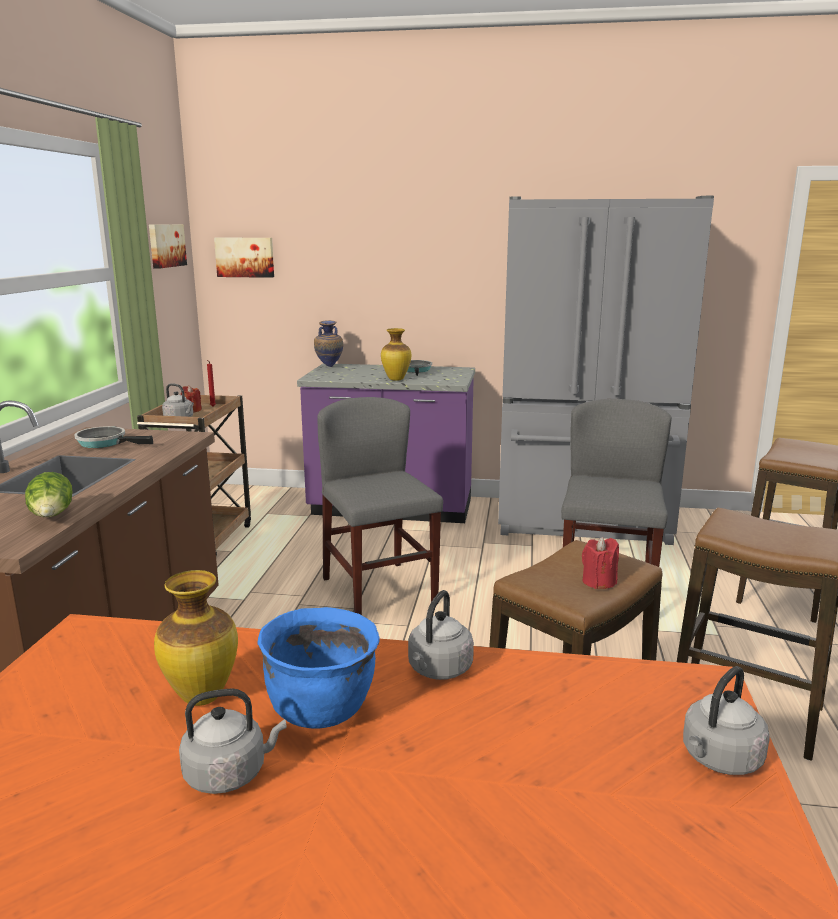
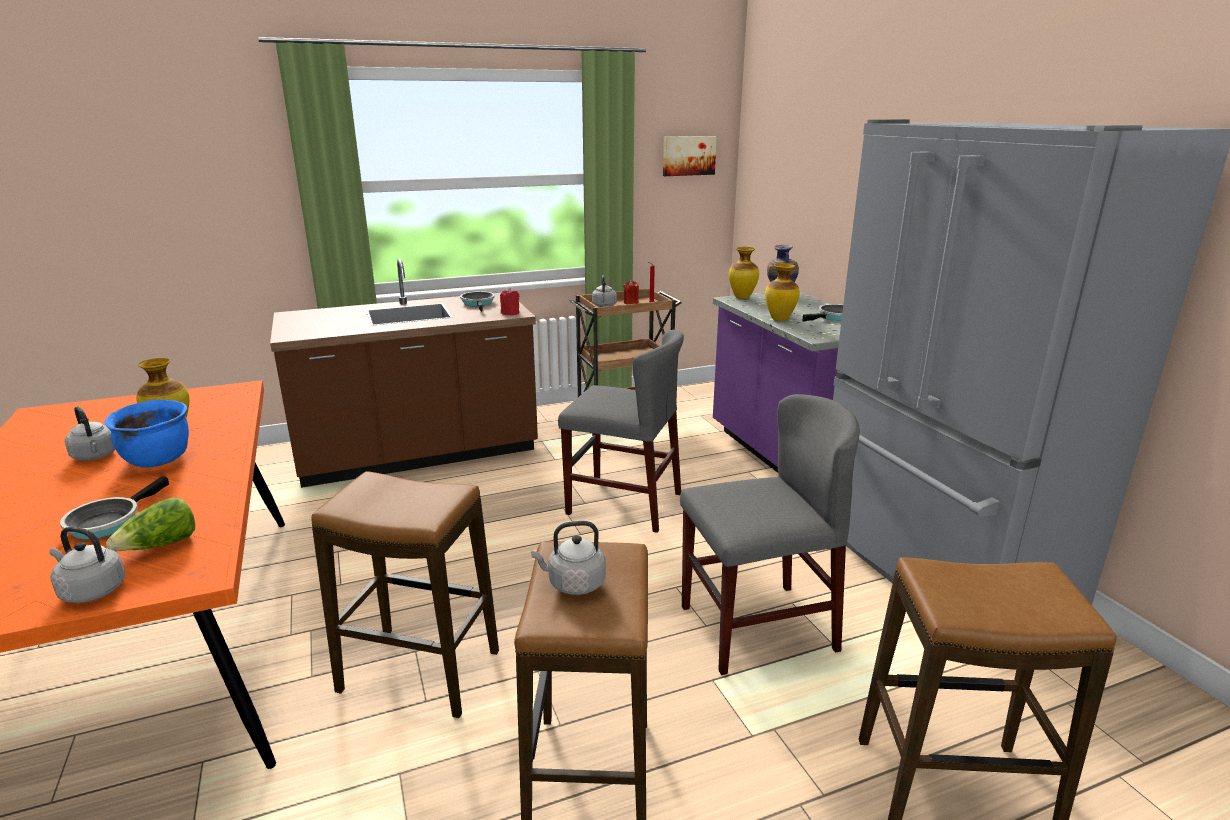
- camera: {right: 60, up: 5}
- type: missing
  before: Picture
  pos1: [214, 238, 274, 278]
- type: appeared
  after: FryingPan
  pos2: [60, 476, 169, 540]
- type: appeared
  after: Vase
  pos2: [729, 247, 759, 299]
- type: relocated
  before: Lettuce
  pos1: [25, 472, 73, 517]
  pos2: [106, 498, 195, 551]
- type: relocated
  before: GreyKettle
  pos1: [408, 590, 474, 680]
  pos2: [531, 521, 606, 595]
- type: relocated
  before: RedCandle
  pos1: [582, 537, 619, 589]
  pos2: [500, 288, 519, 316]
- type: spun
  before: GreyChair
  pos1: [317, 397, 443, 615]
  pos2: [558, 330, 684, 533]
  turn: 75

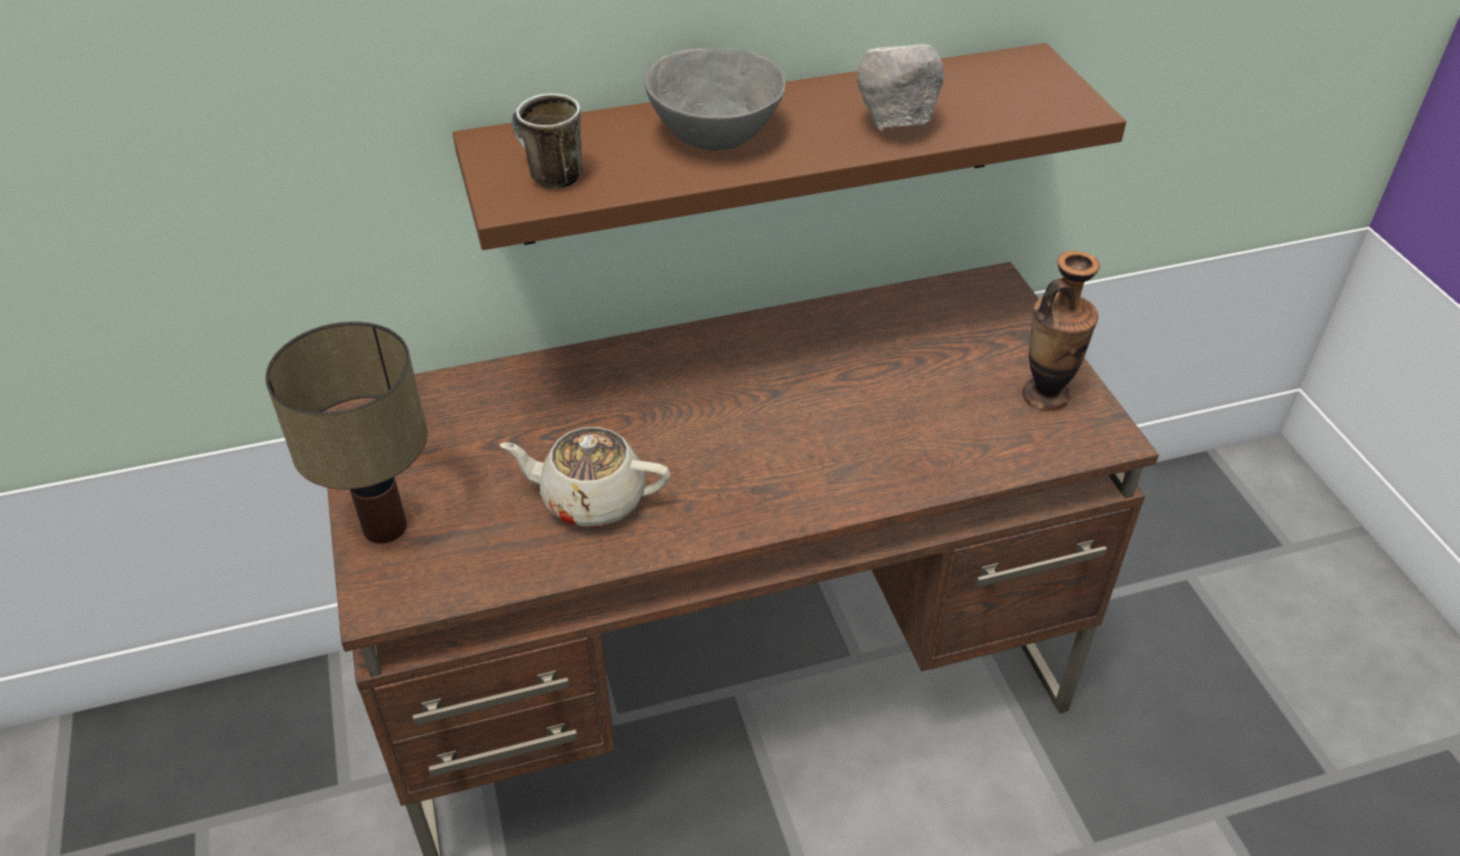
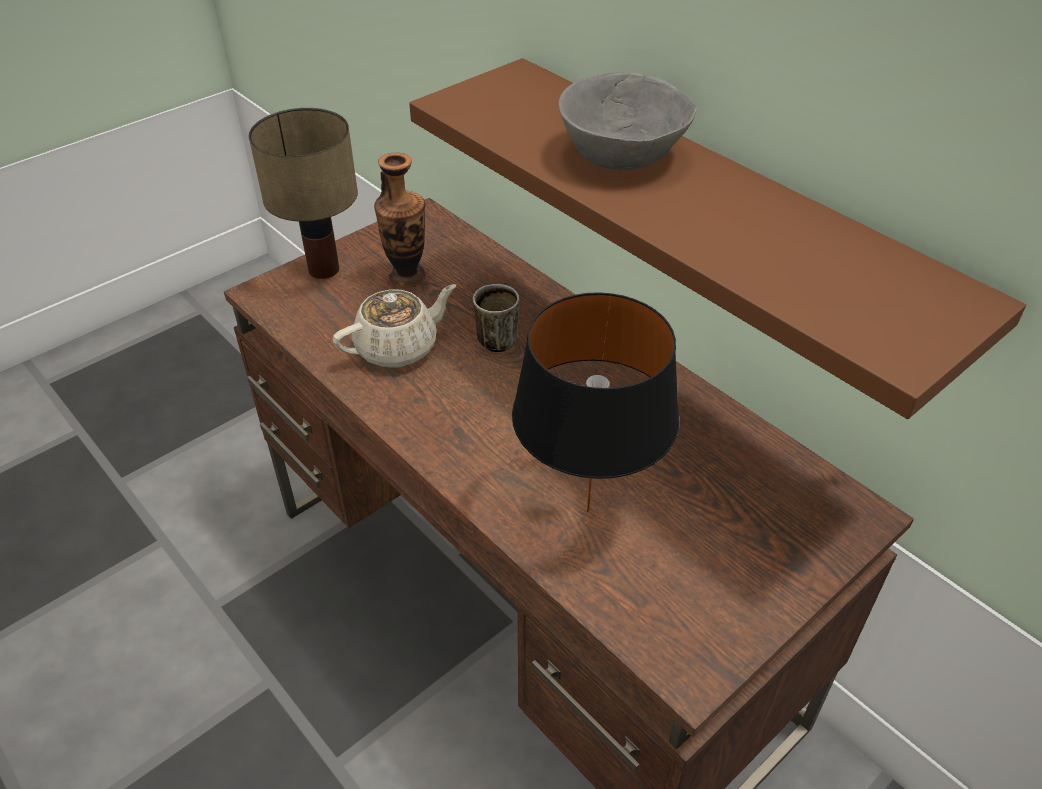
- camera: {right: 65, up: 0}
- type: missing
  before: GreyBowl
  pos1: [857, 44, 944, 131]
- type: appeared
  after: BlackTableLamp
  pos2: [512, 292, 679, 512]
- type: relocated
  before: Mug
  pos1: [512, 93, 582, 189]
  pos2: [473, 284, 520, 353]
- type: relocated
  before: Vase
  pos1: [1022, 251, 1100, 411]
  pos2: [374, 153, 426, 288]
- type: spun
  before: BeigeTeapot
  pos1: [499, 427, 670, 527]
  pos2: [333, 284, 456, 368]
  turn: 75

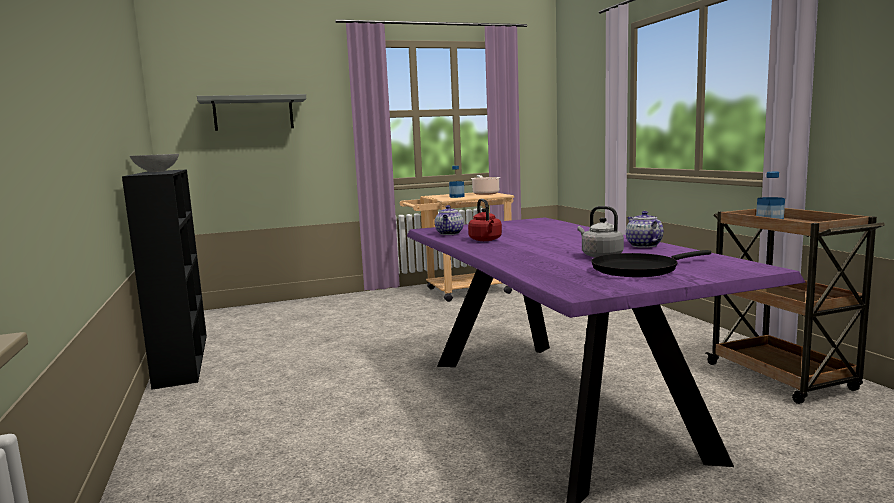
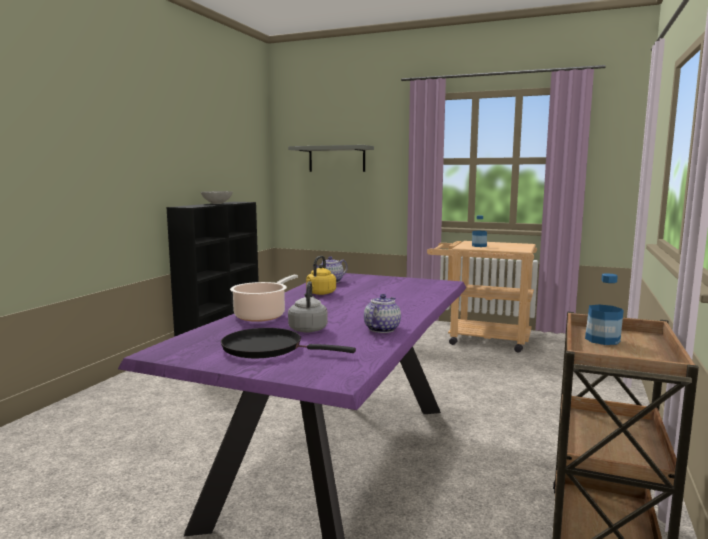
- camera: {right: 40, up: 0}
- type: relocated
  before: CookingPot
  pos1: [471, 175, 500, 195]
  pos2: [230, 275, 298, 322]
- type: colour
  before: RedKettle
  after: YellowKettle
  pos1: [468, 199, 502, 241]
  pos2: [306, 256, 336, 295]

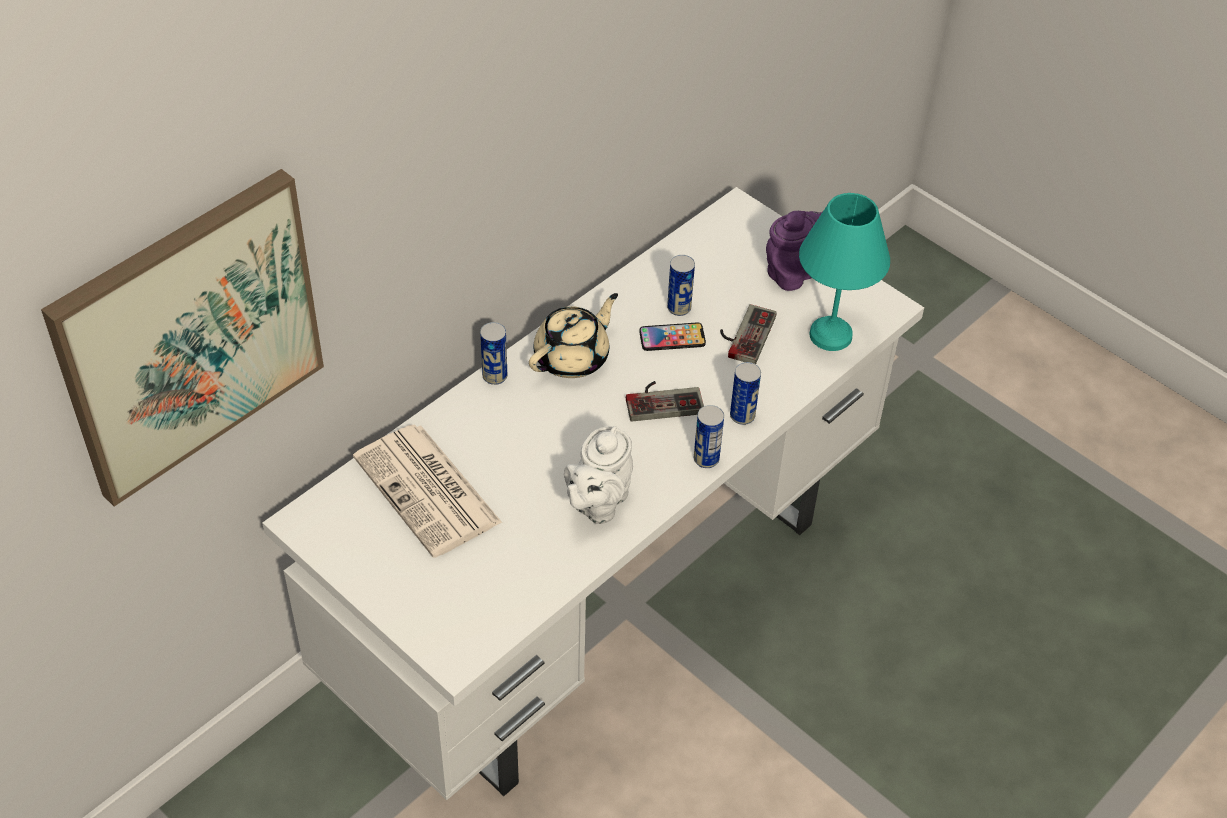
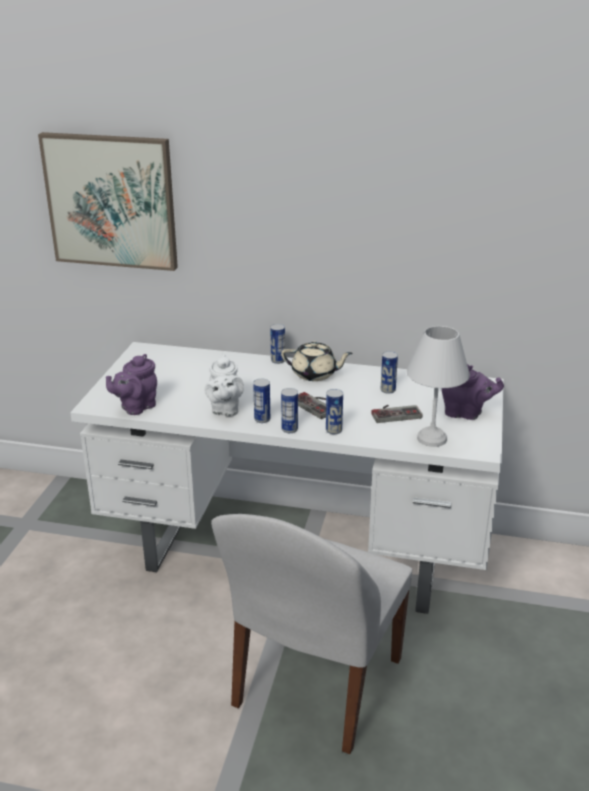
- camera: {right: 60, up: -20}
- type: missing
  before: Newspaper
  pos1: [353, 424, 502, 558]
- type: missing
  before: Phone
  pos1: [639, 323, 706, 351]
- type: appeared
  after: PurpleTeapot
  pos2: [106, 354, 157, 415]
- type: appeared
  after: WhiteChair
  pos2: [211, 514, 412, 754]
- type: appeared
  after: Can
  pos2: [253, 379, 270, 423]
- type: colour
  before: TurquoiseTableLamp
  after: WhiteTableLamp
  pos1: [799, 193, 890, 351]
  pos2: [407, 326, 470, 447]
- type: spun
  before: WhiteTeapot
  pos1: [564, 426, 633, 524]
  pos2: [204, 354, 244, 416]
  turn: -90

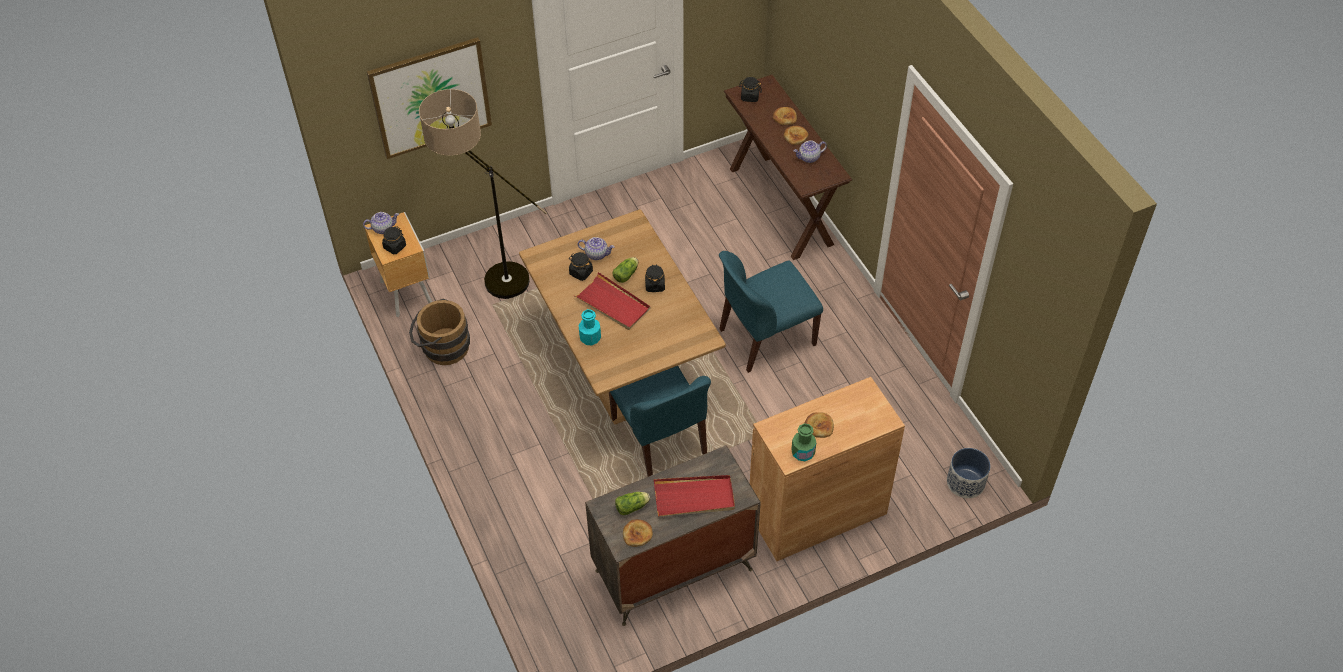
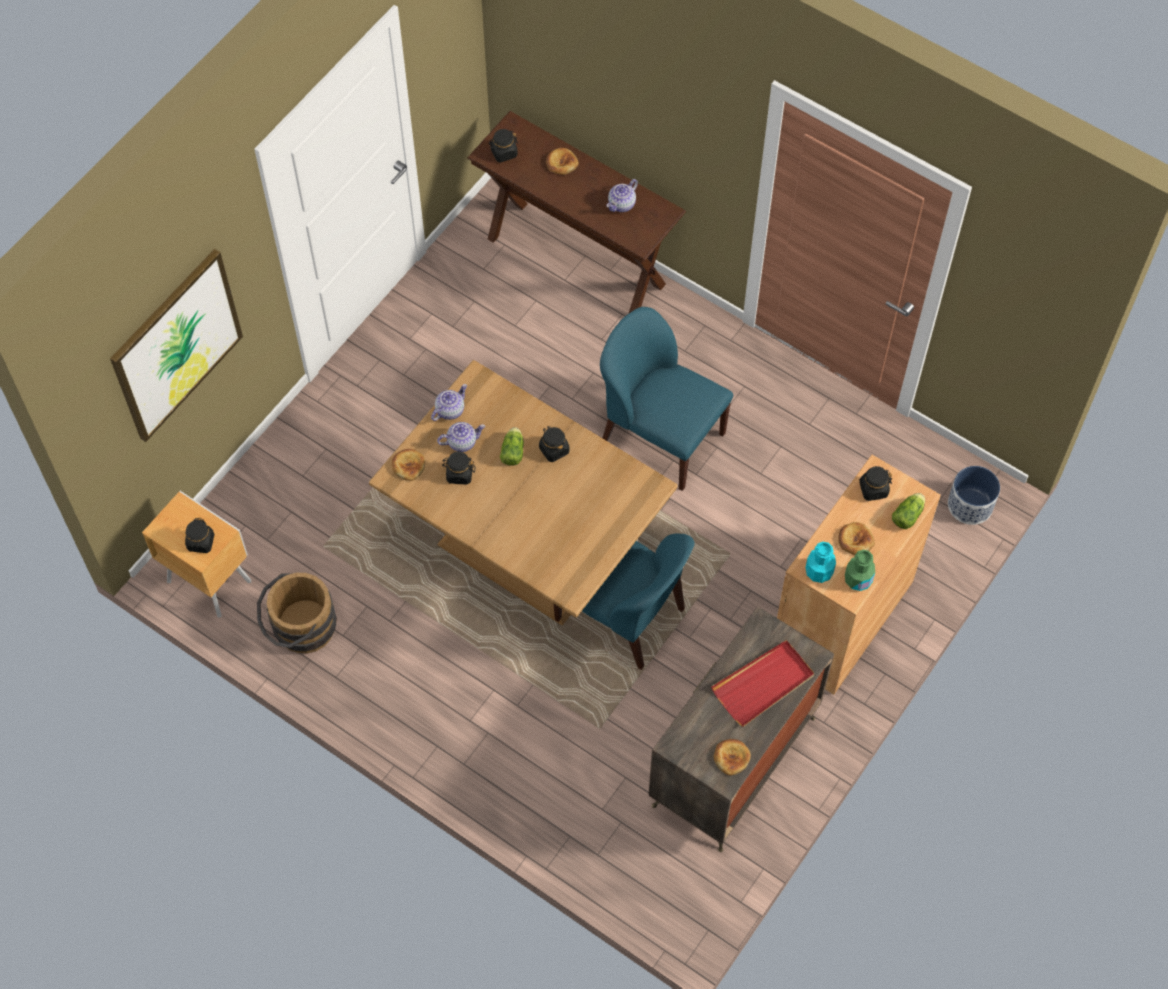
- camera: {right: -30, up: 10}
- type: missing
  before: FloorLamp
  pos1: [419, 89, 547, 299]
- type: missing
  before: RedTray
  pos1: [575, 272, 651, 330]
- type: appeared
  after: BlackJar
  pos2: [859, 466, 892, 501]
- type: relocated
  before: Teapot
  pos1: [363, 212, 399, 234]
  pos2: [431, 384, 467, 421]
- type: relocated
  before: TurquoiseBottle
  pos1: [579, 309, 601, 345]
  pos2: [805, 542, 836, 583]
- type: relocated
  before: Lettuce
  pos1: [615, 492, 650, 515]
  pos2: [892, 493, 925, 529]
- type: relocated
  before: Bread
  pos1: [784, 126, 808, 145]
  pos2: [392, 449, 425, 481]
- type: spun
  before: BlueChair
  pos1: [719, 251, 823, 373]
  pos2: [600, 307, 733, 491]
  turn: 90

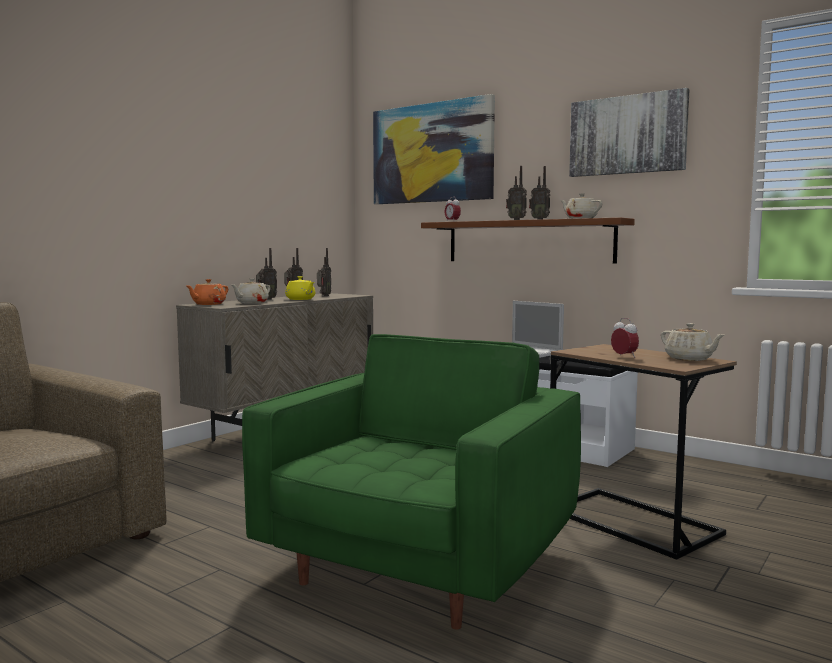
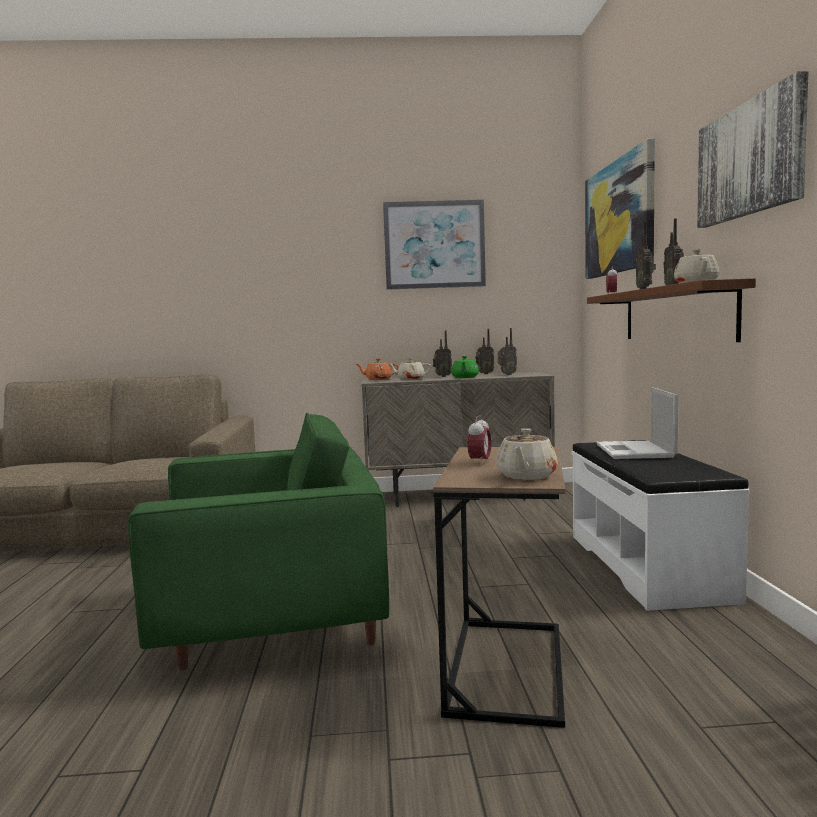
- camera: {right: 50, up: 0}
- type: appeared
  after: Picture
  pos2: [383, 200, 486, 290]
- type: colour
  before: YellowTeapot
  after: GreenTeapot
  pos1: [285, 276, 315, 300]
  pos2: [451, 356, 479, 378]

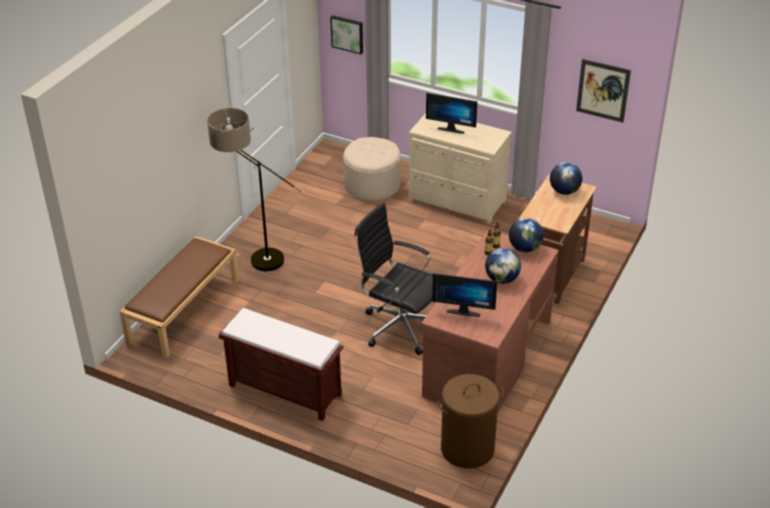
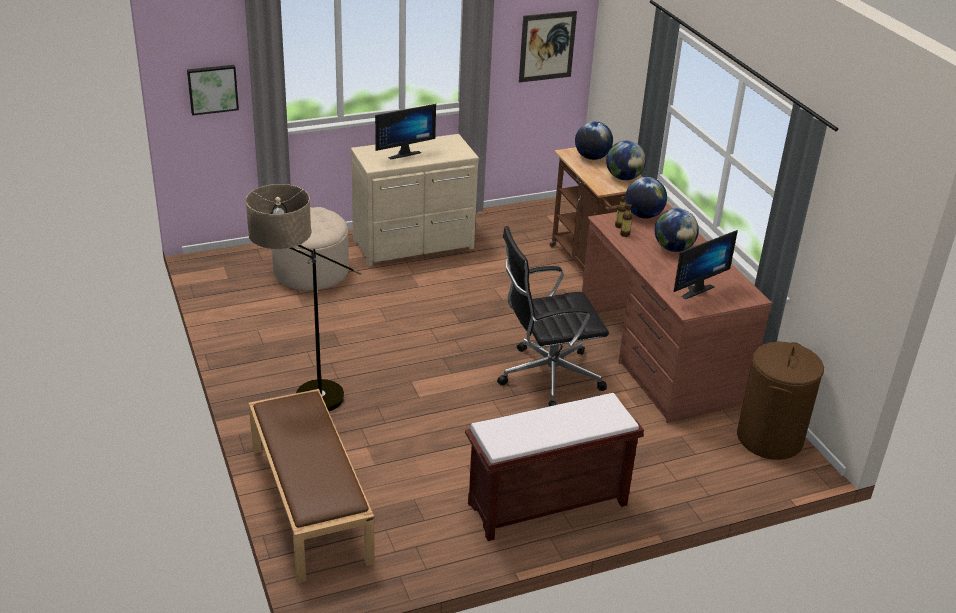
- camera: {right: -50, up: -5}
- type: appeared
  after: Globe
  pos2: [606, 141, 646, 180]

